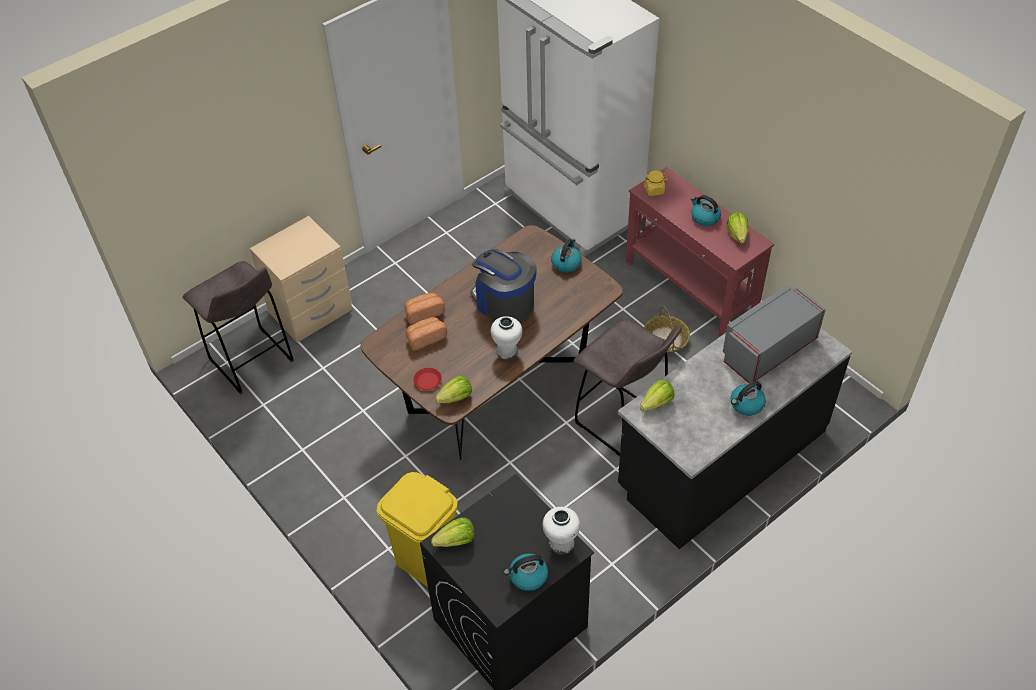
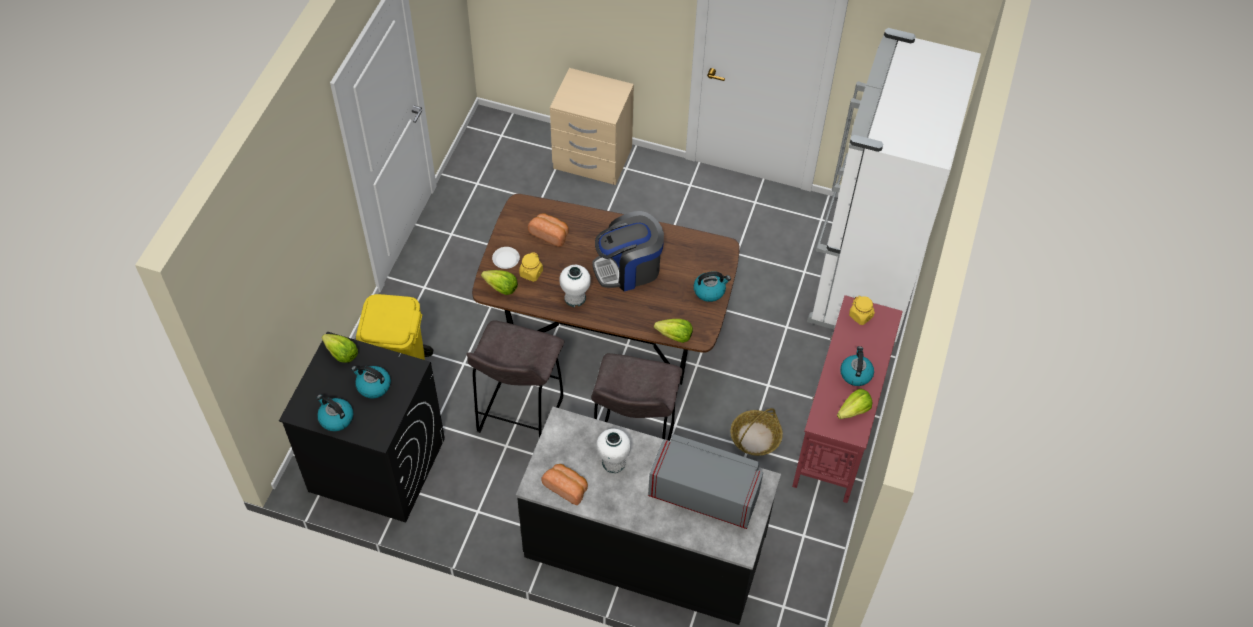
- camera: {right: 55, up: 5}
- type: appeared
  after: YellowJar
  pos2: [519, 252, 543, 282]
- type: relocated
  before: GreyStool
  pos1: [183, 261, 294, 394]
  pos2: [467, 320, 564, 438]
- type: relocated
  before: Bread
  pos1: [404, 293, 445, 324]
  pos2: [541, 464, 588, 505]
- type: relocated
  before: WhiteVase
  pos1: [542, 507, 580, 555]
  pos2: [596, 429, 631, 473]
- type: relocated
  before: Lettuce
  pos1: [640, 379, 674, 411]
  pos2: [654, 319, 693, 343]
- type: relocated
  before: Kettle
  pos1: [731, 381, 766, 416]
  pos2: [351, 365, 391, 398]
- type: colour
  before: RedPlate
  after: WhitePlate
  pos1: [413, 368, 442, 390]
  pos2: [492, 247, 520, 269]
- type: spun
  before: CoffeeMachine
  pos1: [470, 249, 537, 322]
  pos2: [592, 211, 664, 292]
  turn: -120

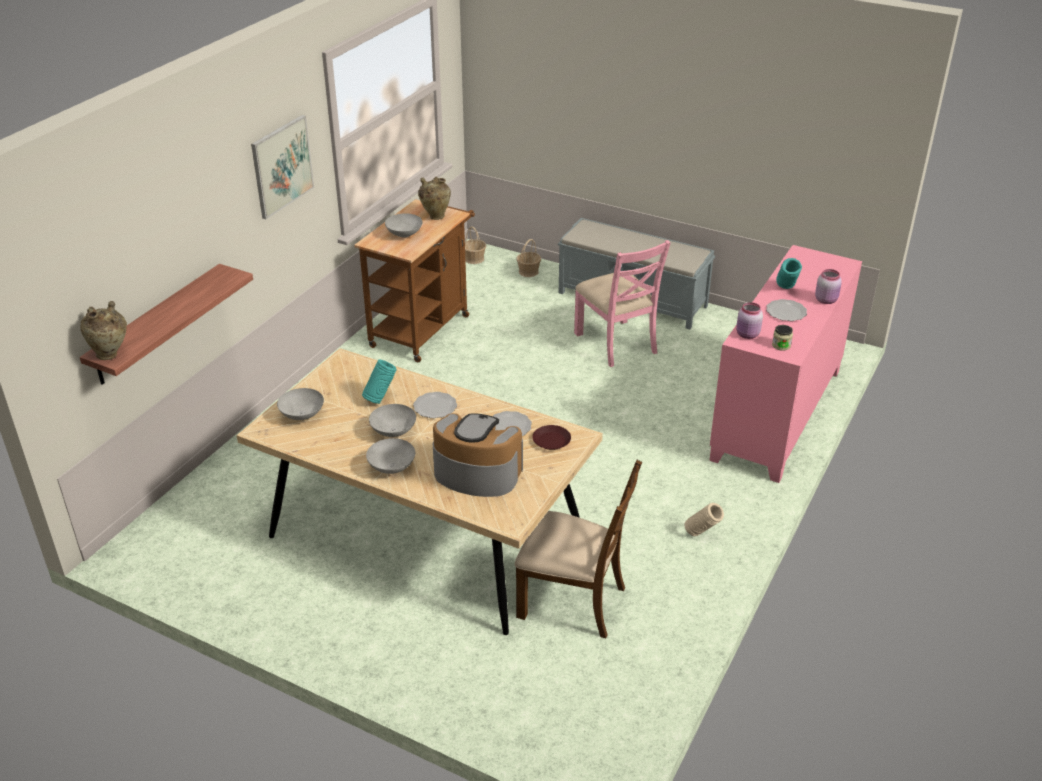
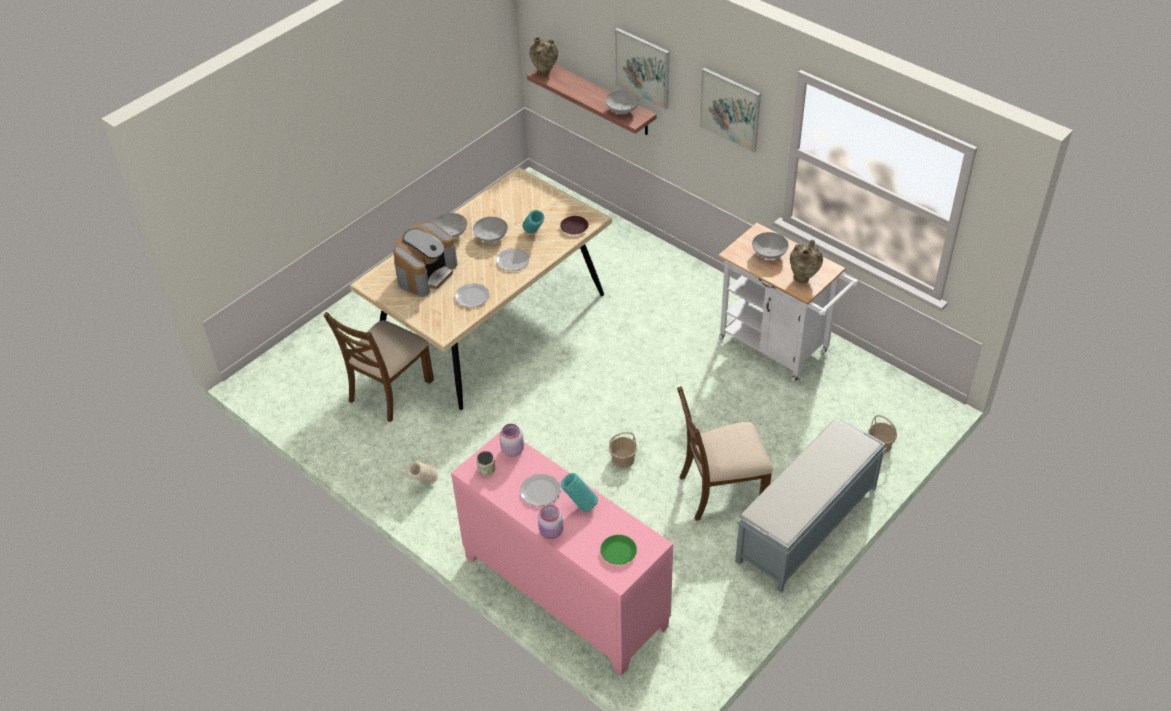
- camera: {right: 105, up: 10}
- type: appeared
  after: GreenPlate
  pos2: [600, 535, 637, 565]
- type: appeared
  after: Picture
  pos2: [615, 28, 670, 110]
- type: relocated
  before: GreyBowl
  pos1: [277, 388, 324, 420]
  pos2: [606, 90, 640, 114]
- type: relocated
  before: Basket
  pos1: [465, 226, 486, 264]
  pos2: [609, 432, 637, 468]
- type: relocated
  before: BrownPlate
  pos1: [532, 425, 571, 450]
  pos2: [560, 216, 588, 235]
- type: colour
  before: BrownCart
  after: WhiteCart
  pos1: [354, 199, 475, 362]
  pos2: [718, 223, 858, 383]
- type: colour
  before: PinkChair
  after: BrownChair
  pos1: [574, 240, 671, 367]
  pos2: [677, 386, 773, 521]

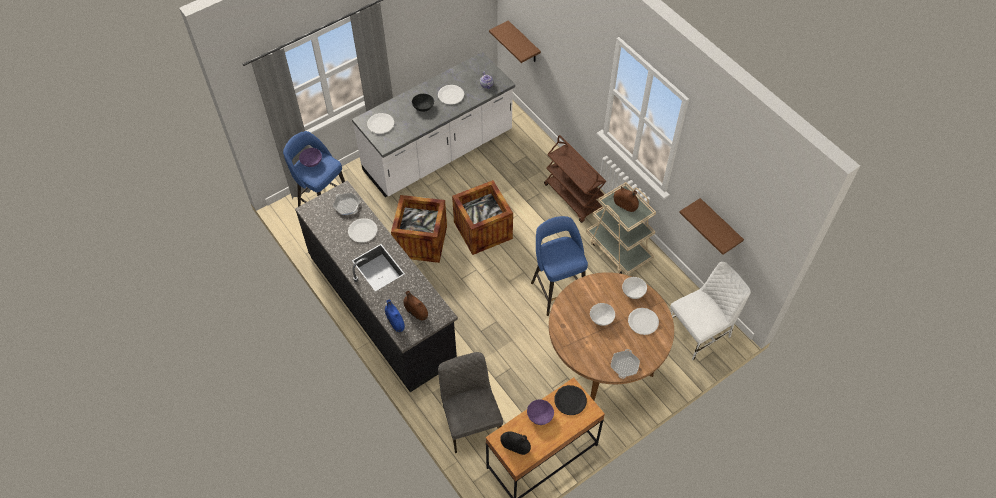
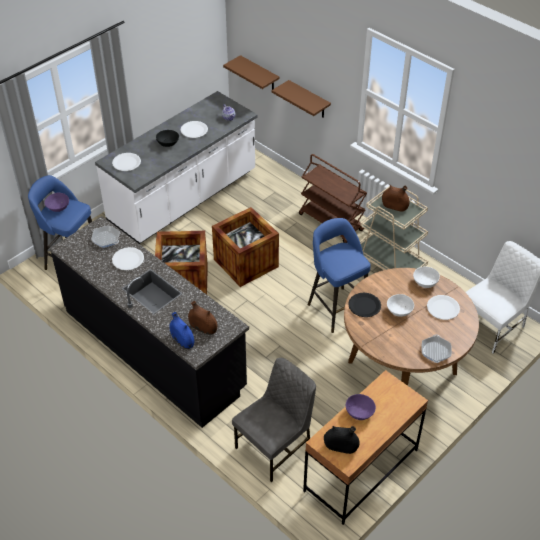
- camera: {right: -10, up: -10}
- type: relocated
  before: BlackPlate
  pos1: [554, 385, 587, 415]
  pos2: [348, 293, 381, 317]
- type: relocated
  before: BrownShelf
  pos1: [679, 198, 744, 255]
  pos2: [272, 80, 331, 118]
- type: spun
  before: GreyChair
  pos1: [438, 352, 503, 453]
  pos2: [232, 358, 316, 482]
  turn: 75

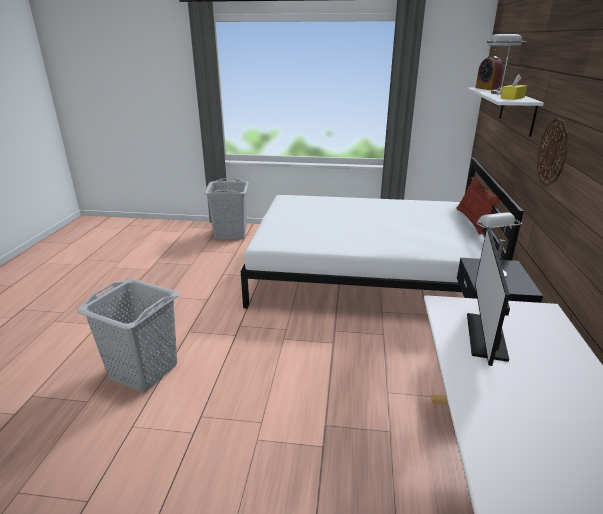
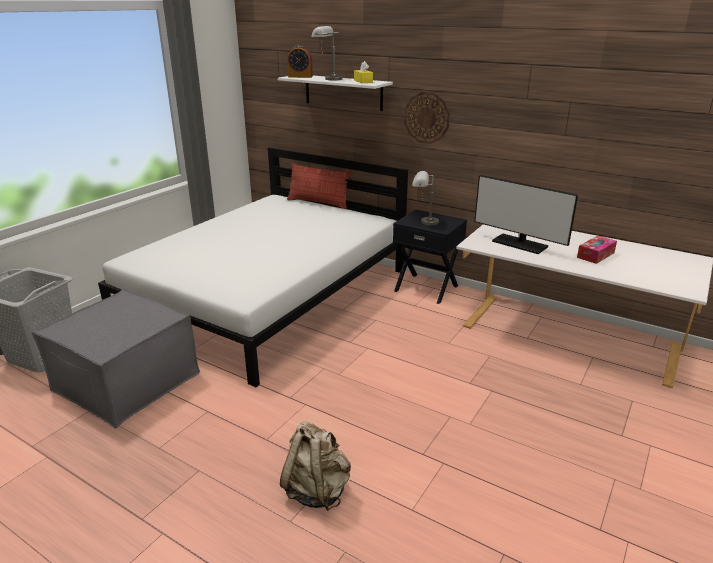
- camera: {right: -65, up: 0}
- type: appeared
  after: GreyOttoman
  pos2: [32, 289, 200, 428]
- type: appeared
  after: TissueBox
  pos2: [577, 236, 617, 264]
- type: exchanged
  before: GreyLaundryBasket
  after: BeigeBackpack
  pos1: [76, 279, 179, 392]
  pos2: [280, 421, 351, 511]

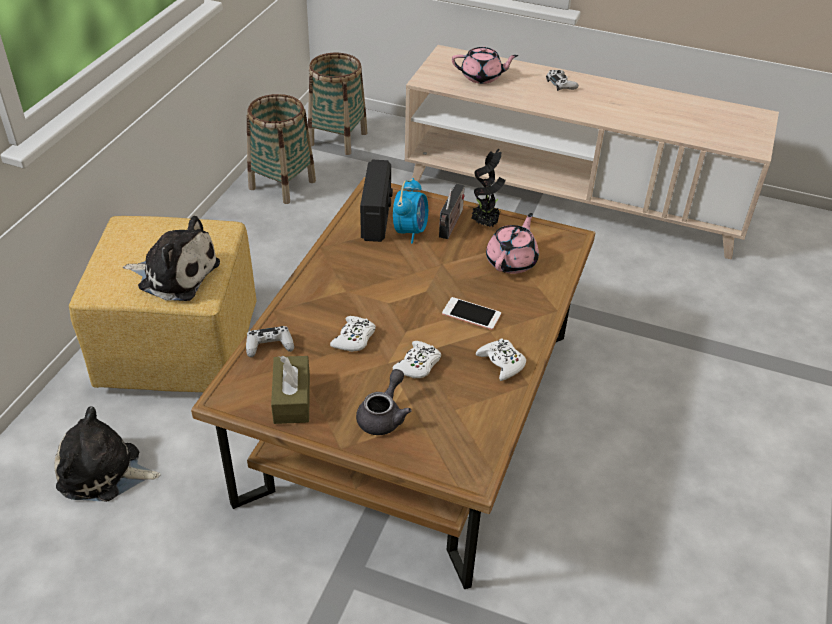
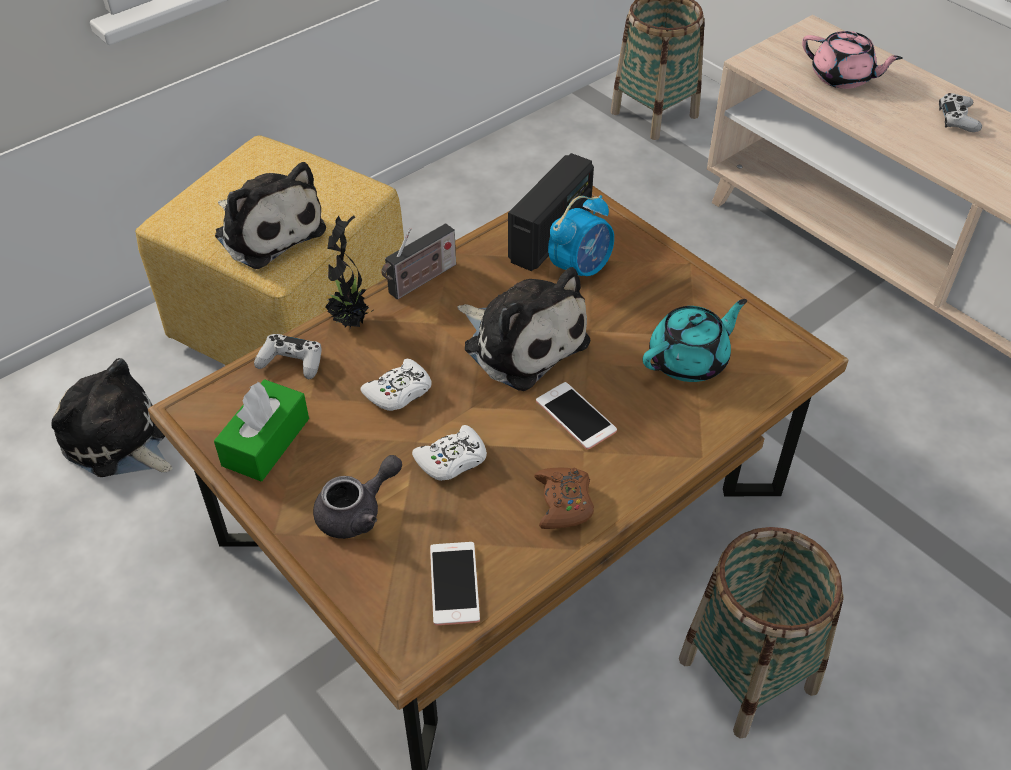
- camera: {right: 30, up: 5}
- type: appeared
  after: Phone
  pos2: [430, 542, 480, 625]
- type: appeared
  after: PlushToy
  pos2: [457, 267, 590, 391]
- type: relocated
  before: Basket
  pos1: [247, 94, 316, 204]
  pos2: [679, 527, 844, 738]
- type: relocated
  before: Radio
  pos1: [439, 184, 465, 239]
  pos2: [381, 223, 456, 300]
- type: relocated
  before: PottedPlant
  pos1: [472, 148, 506, 227]
  pos2: [325, 216, 374, 328]
- type: colour
  before: BrownTissueBox
  after: GreenTissueBox
  pos1: [271, 356, 310, 424]
  pos2: [214, 379, 309, 481]
- type: colour
  before: WhiteGameController
  after: BrownGameController
  pos1: [476, 338, 526, 381]
  pos2: [534, 468, 594, 529]
- type: colour
  before: PinkTeapot
  after: TurquoiseTeapot
  pos1: [486, 213, 539, 274]
  pos2: [643, 299, 747, 382]

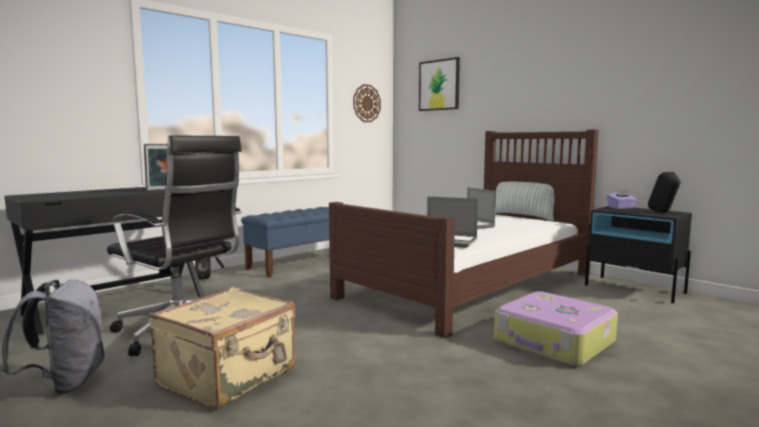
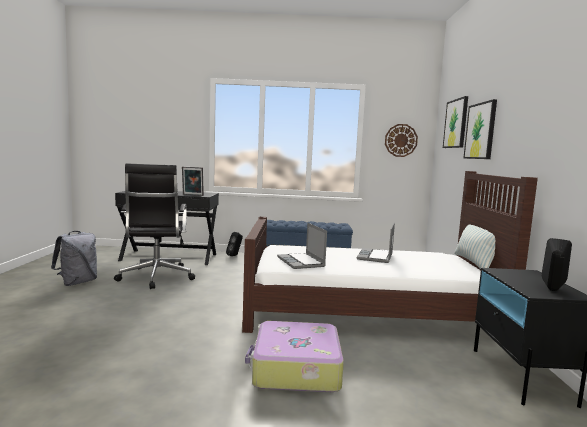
- camera: {right: 45, up: 0}
- type: missing
  before: BeigeSuitcase
  pos1: [148, 287, 295, 410]
- type: missing
  before: PurpleTissueBox
  pos1: [607, 189, 637, 209]
- type: appeared
  after: Picture
  pos2: [463, 99, 497, 159]

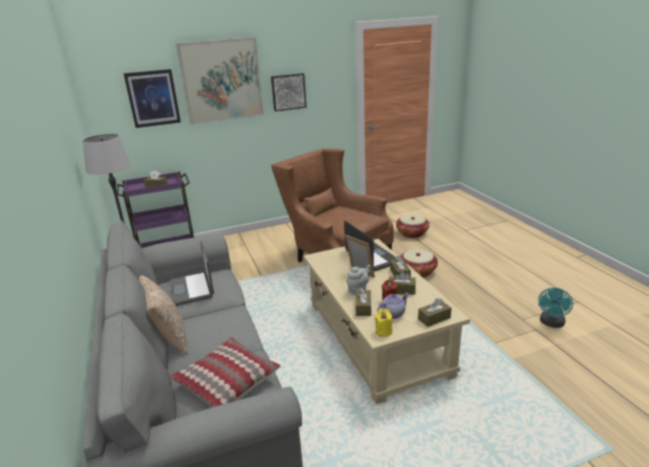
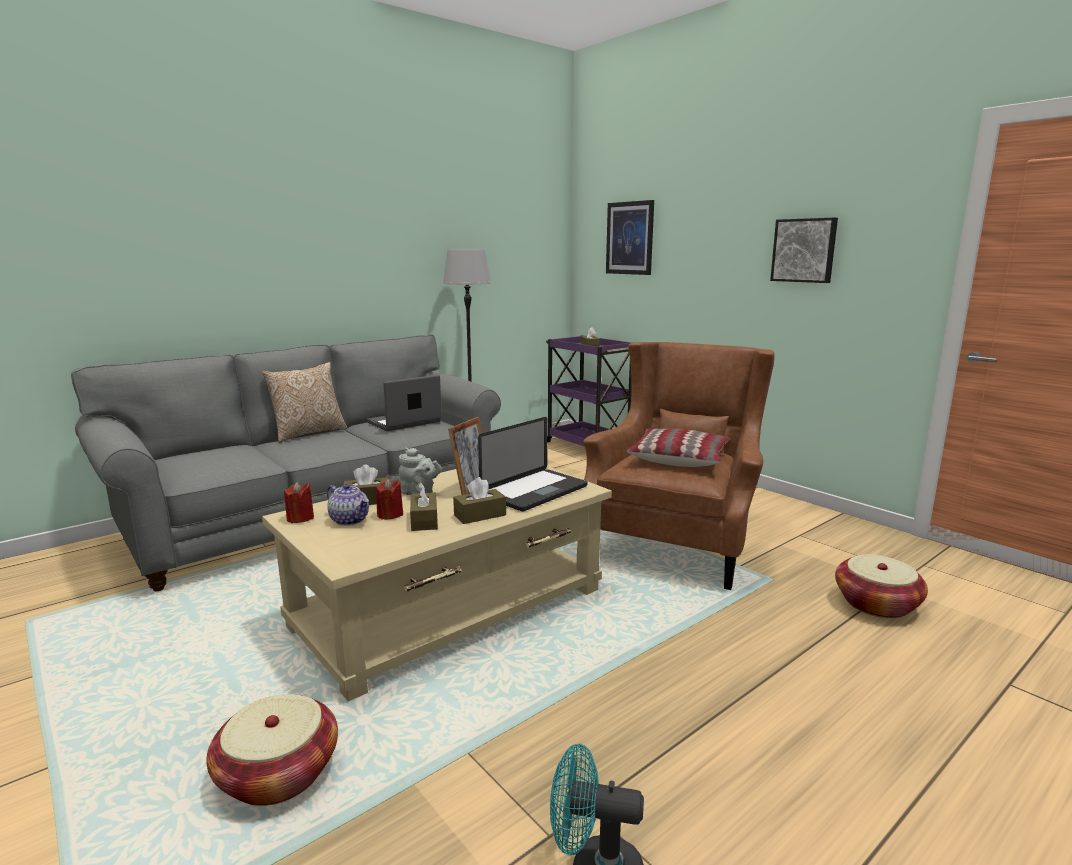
- camera: {right: 70, up: -10}
- type: missing
  before: Picture
  pos1: [176, 37, 264, 124]
- type: missing
  before: BrownTissueBox
  pos1: [418, 298, 451, 327]
- type: relocated
  before: Pillow
  pos1: [169, 337, 280, 408]
  pos2: [627, 429, 729, 467]
- type: relocated
  before: Basket
  pos1: [400, 249, 438, 277]
  pos2: [206, 694, 338, 806]
- type: colour
  before: YellowCandle
  after: RedCandle
  pos1: [375, 309, 392, 337]
  pos2: [284, 482, 314, 523]

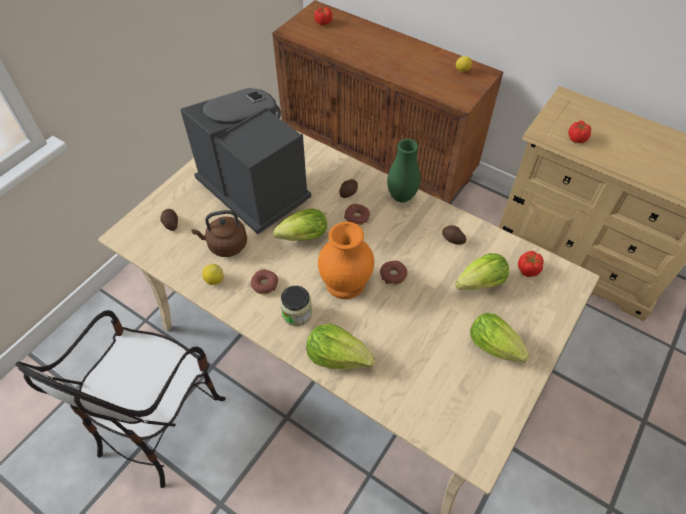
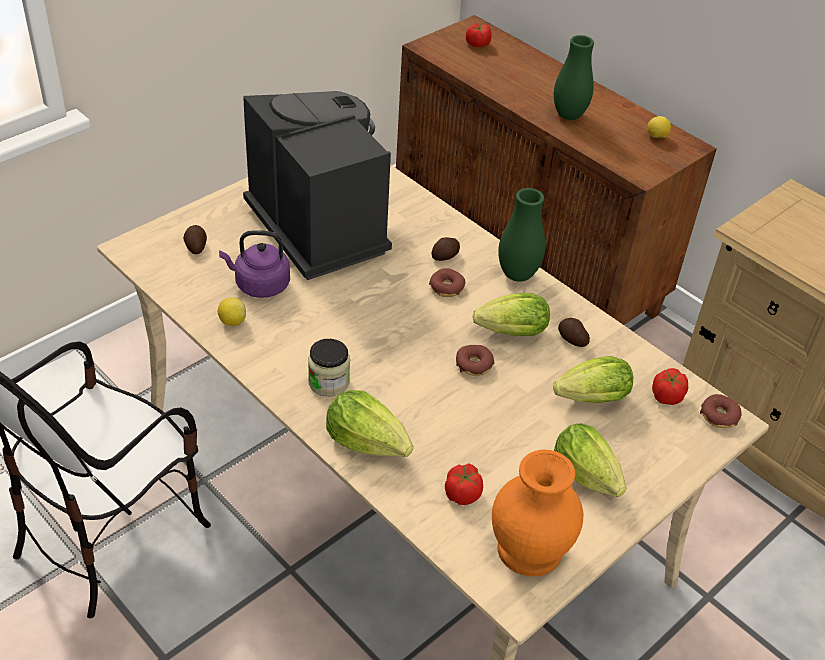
- camera: {right: 10, up: -10}
- type: appeared
  after: GreenVase
  pos2: [554, 35, 594, 120]
- type: relocated
  before: Donut
  pos1: [251, 269, 278, 294]
  pos2: [700, 394, 741, 428]
- type: relocated
  before: Lettuce
  pos1: [273, 208, 327, 241]
  pos2: [472, 293, 550, 336]
- type: relocated
  before: OrangeVase
  pos1: [318, 222, 374, 299]
  pos2: [492, 450, 584, 576]
- type: relocated
  before: Tomato
  pos1: [568, 120, 591, 143]
  pos2: [445, 463, 483, 505]
- type: colour
  before: BrownKettle
  after: PurpleKettle
  pos1: [191, 210, 247, 257]
  pos2: [219, 230, 290, 298]

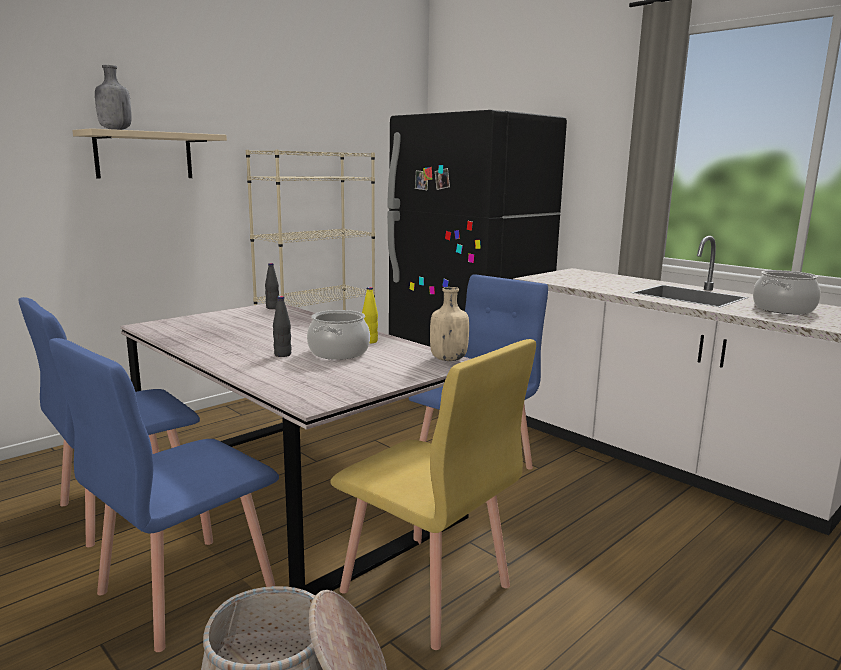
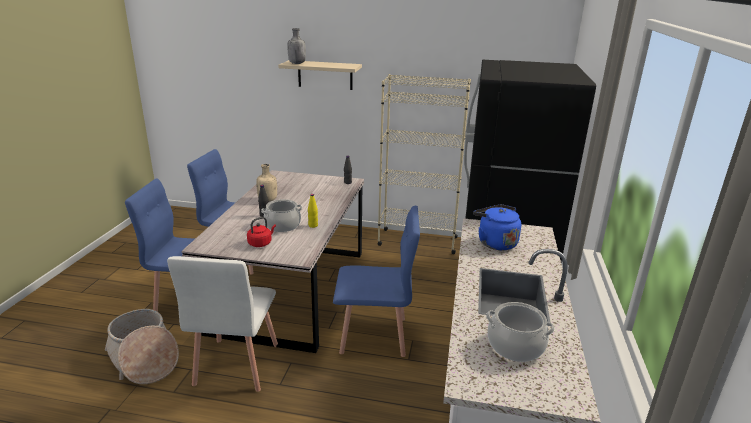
- camera: {right: 55, up: 10}
- type: appeared
  after: RedKettle
  pos2: [247, 217, 276, 247]
- type: appeared
  after: BlueKettle
  pos2: [473, 204, 521, 250]
- type: relocated
  before: BeigeBottle
  pos1: [430, 287, 469, 361]
  pos2: [256, 164, 277, 202]
- type: colour
  before: YellowChair
  after: WhiteChair
  pos1: [331, 339, 536, 650]
  pos2: [167, 256, 278, 392]

